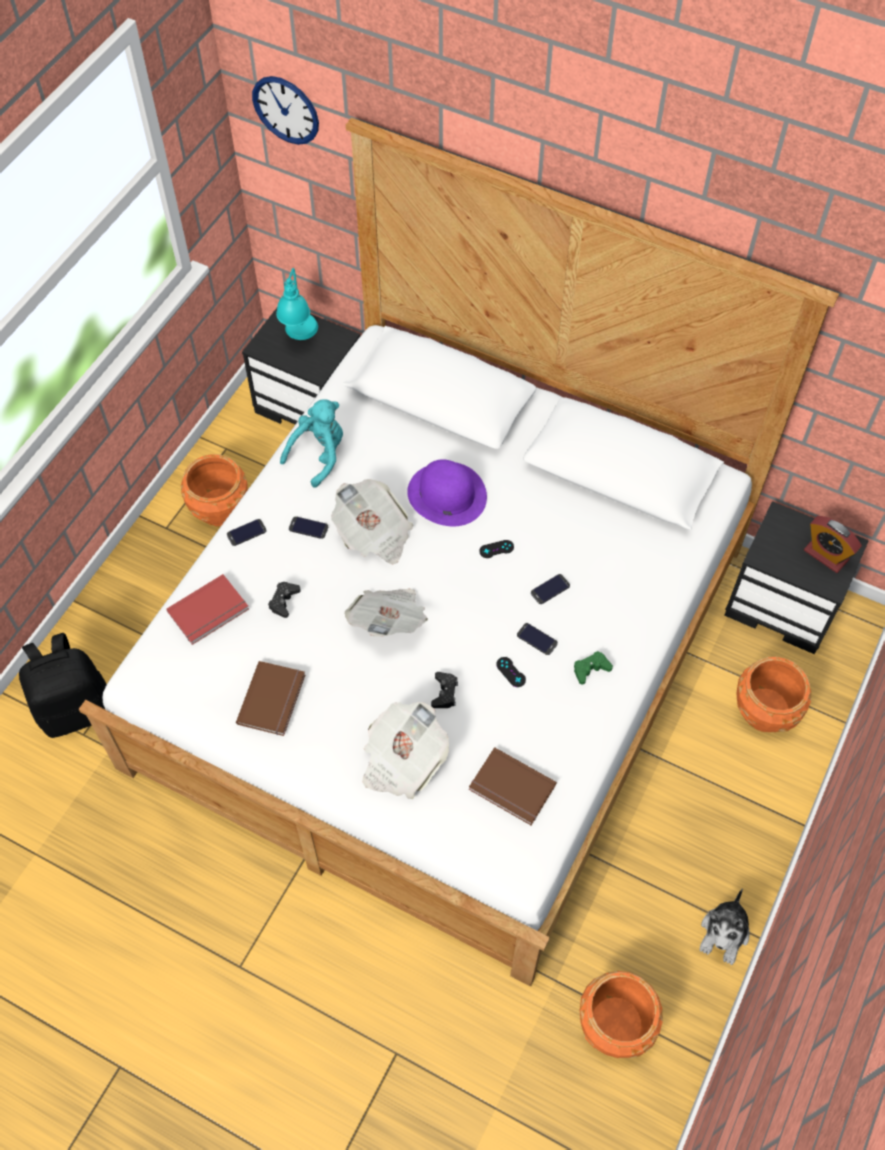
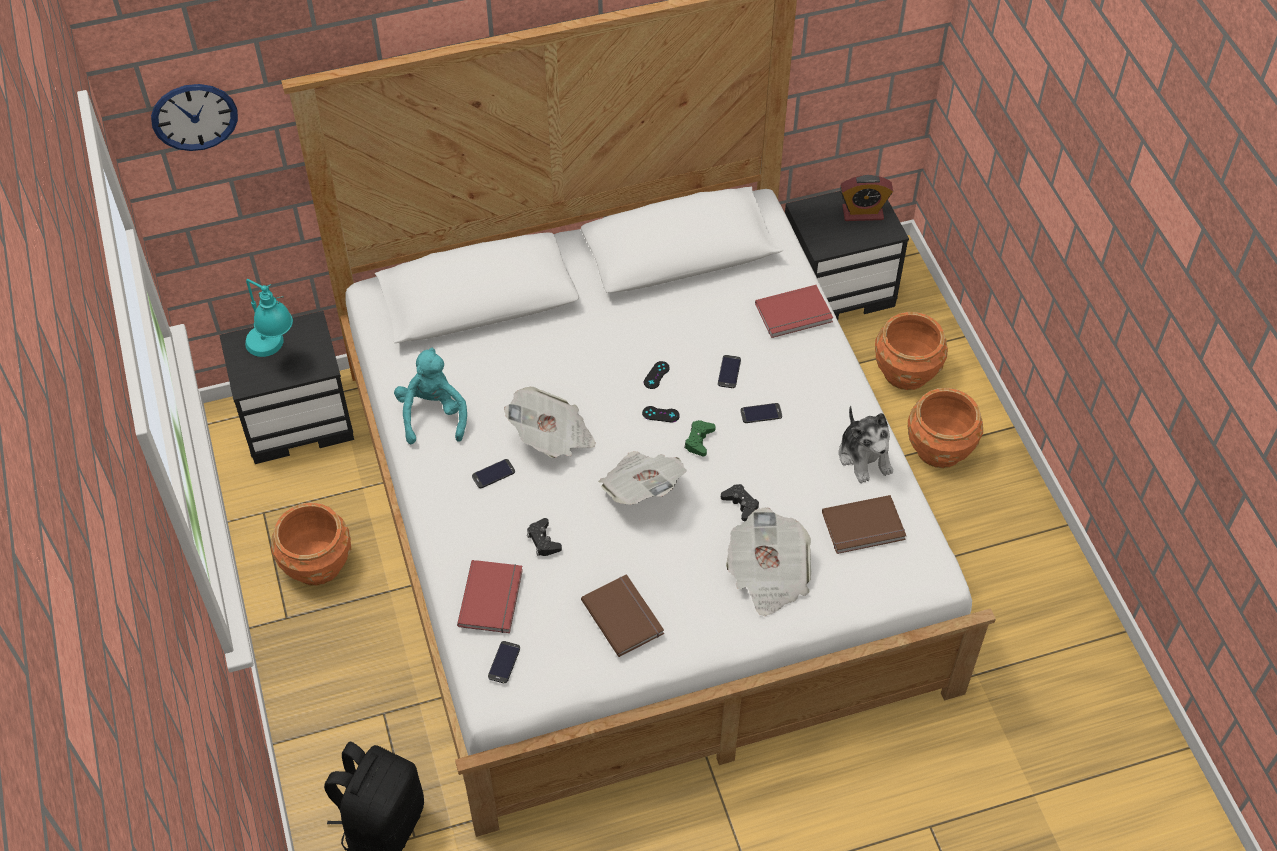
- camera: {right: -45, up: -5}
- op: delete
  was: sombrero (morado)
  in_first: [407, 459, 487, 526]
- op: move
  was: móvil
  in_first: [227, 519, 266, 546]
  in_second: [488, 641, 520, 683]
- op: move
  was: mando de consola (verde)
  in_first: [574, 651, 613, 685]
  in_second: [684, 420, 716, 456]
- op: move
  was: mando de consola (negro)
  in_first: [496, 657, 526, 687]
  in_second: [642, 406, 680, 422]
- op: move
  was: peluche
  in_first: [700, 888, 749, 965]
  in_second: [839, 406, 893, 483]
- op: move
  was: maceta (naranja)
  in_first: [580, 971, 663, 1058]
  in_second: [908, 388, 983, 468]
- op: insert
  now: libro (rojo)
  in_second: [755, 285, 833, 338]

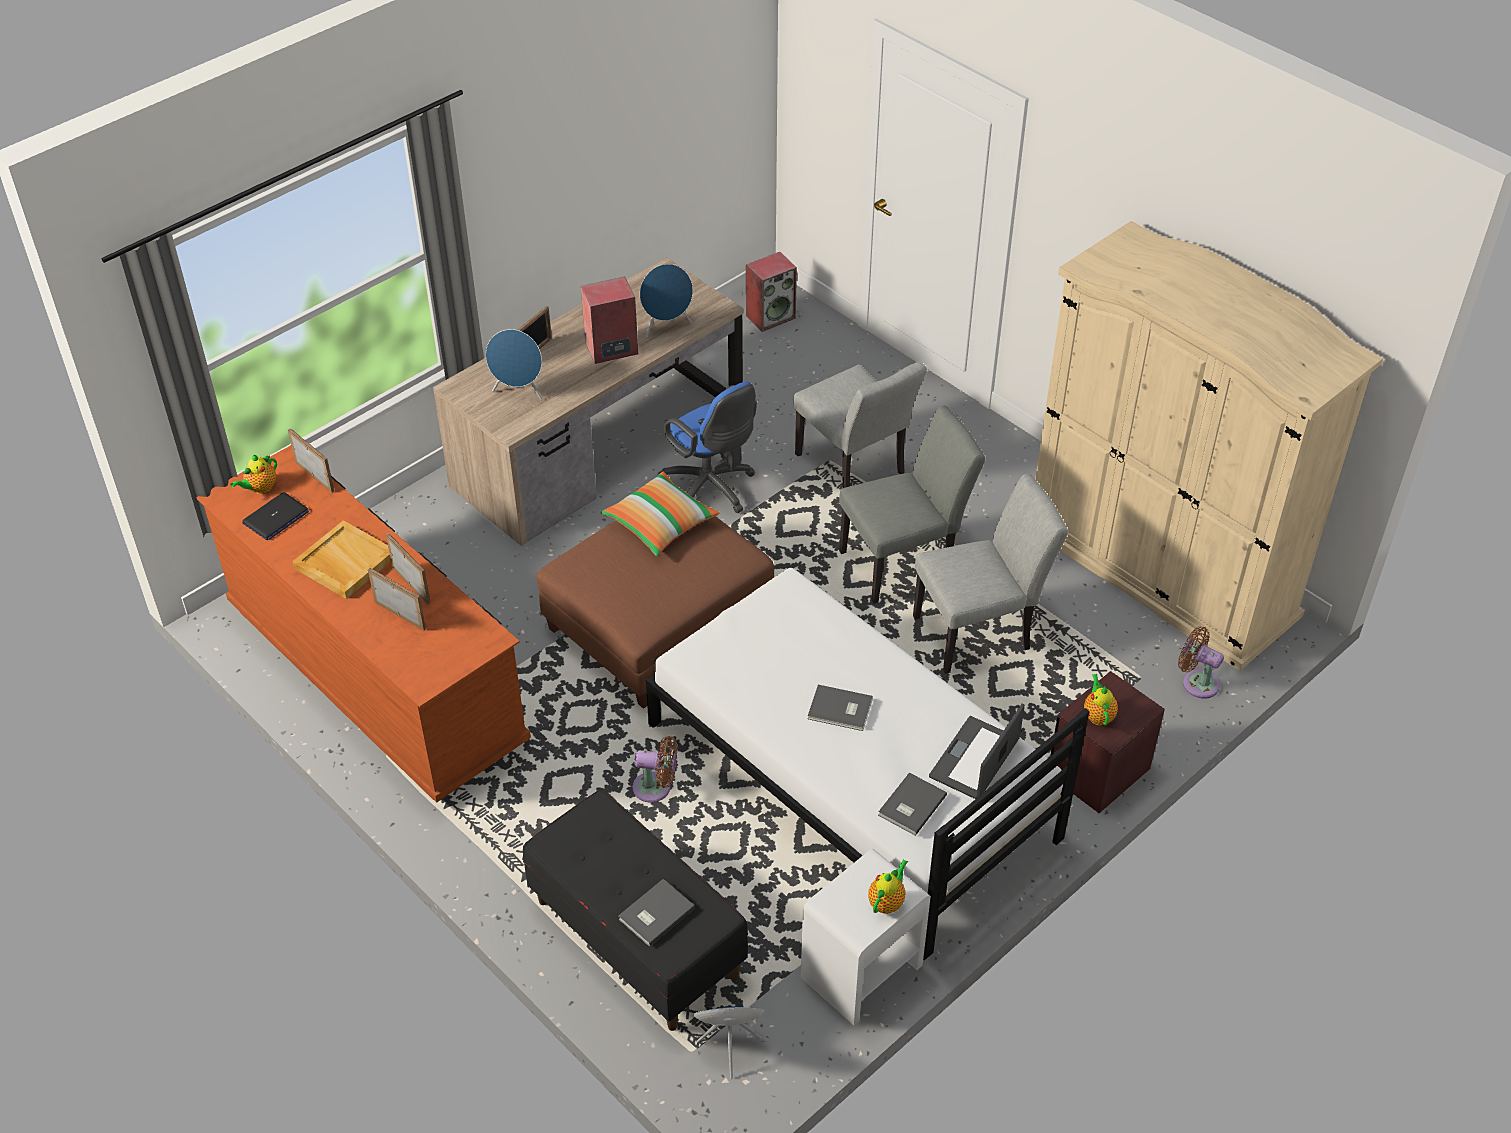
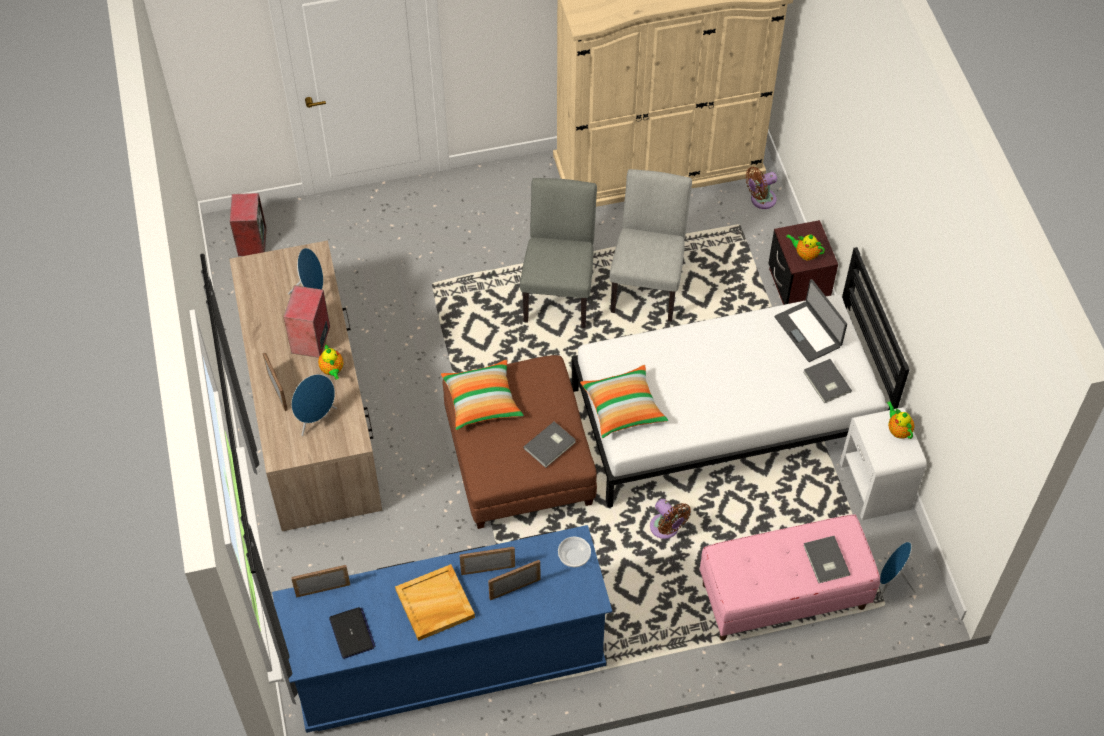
- camera: {right: -60, up: 10}
- op: delete
  was: silla (gris)
  in_first: [794, 362, 927, 488]
- op: delete
  was: silla de oficina (azul)
  in_first: [658, 382, 757, 513]
- op: recolor
  was: cómoda (marrón)
  now: cómoda (azul)
  in_first: [196, 445, 531, 803]
  in_second: [272, 525, 612, 733]
- op: move
  was: tetera
  in_first: [230, 455, 277, 494]
  in_second: [318, 345, 344, 379]
- op: move
  was: libro (gris)
  in_first: [808, 685, 873, 731]
  in_second: [523, 421, 576, 468]
- op: rotate
  was: ventilador (marrón)
  in_first: [633, 736, 677, 803]
  in_second: [650, 499, 691, 539]
  clockwise: 105
- op: recolor
  was: banco (negro)
  now: banco (rosa)
  in_first: [523, 790, 748, 1031]
  in_second: [700, 514, 880, 641]
- op: insert
  now: cojín
  in_second: [580, 365, 668, 438]
- op: insert
  now: cuenco
  in_second: [558, 537, 591, 567]

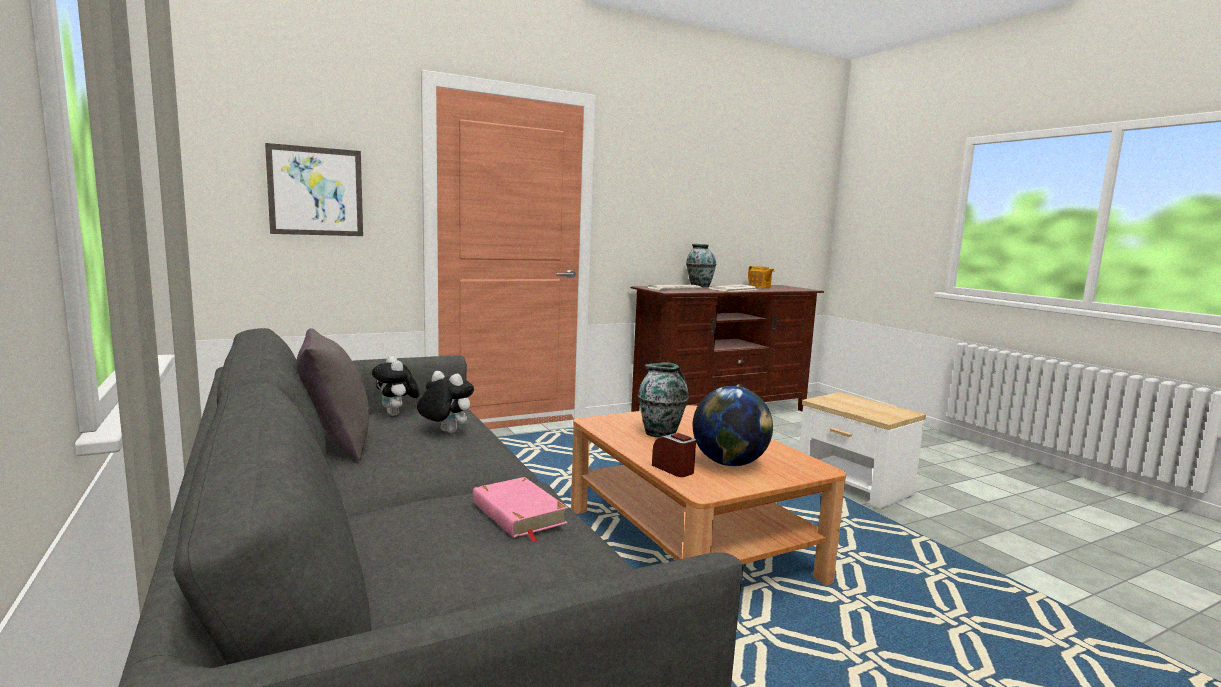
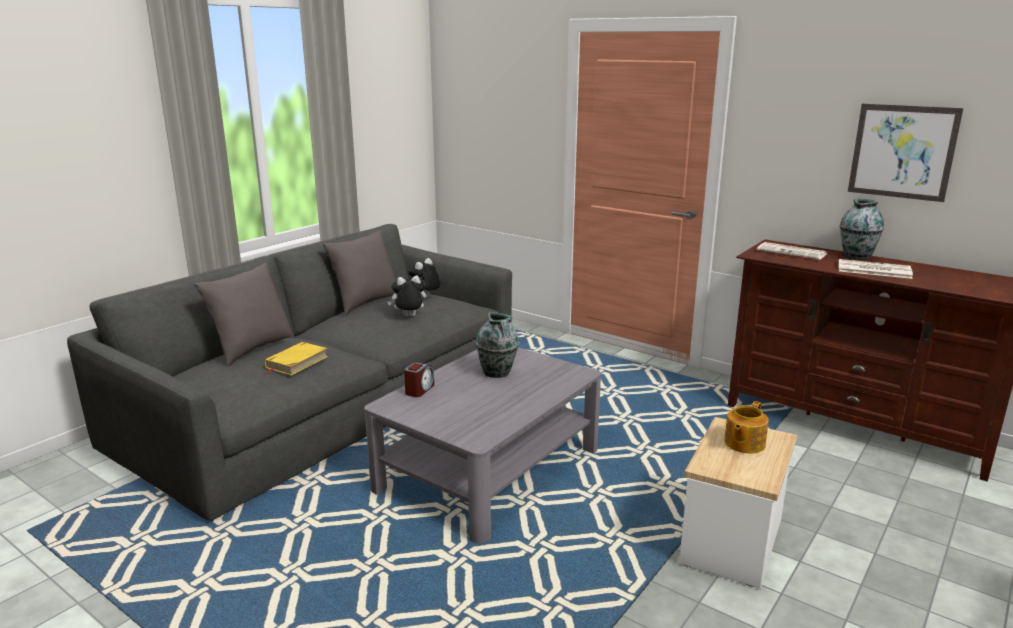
- camera: {right: 65, up: 10}
- op: move
  was: cuadro
  in_first: [265, 143, 363, 236]
  in_second: [848, 104, 963, 202]
- op: move
  was: tetera
  in_first: [748, 266, 774, 288]
  in_second: [724, 401, 769, 453]
- op: rotate
  was: peluche
  in_first: [417, 371, 474, 433]
  in_second: [388, 276, 426, 317]
  clockwise: -105
- op: delete
  was: globo terráqueo
  in_first: [693, 386, 773, 466]
- op: recolor
  was: mesa de centro (marrón)
  now: mesa de centro (gris)
  in_first: [571, 405, 846, 586]
  in_second: [364, 347, 601, 544]
- op: recolor
  was: libro (rosa)
  now: libro (amarillo)
  in_first: [472, 477, 568, 542]
  in_second: [265, 342, 328, 375]
- op: insert
  now: cojín (gris)
  in_second: [194, 263, 294, 366]

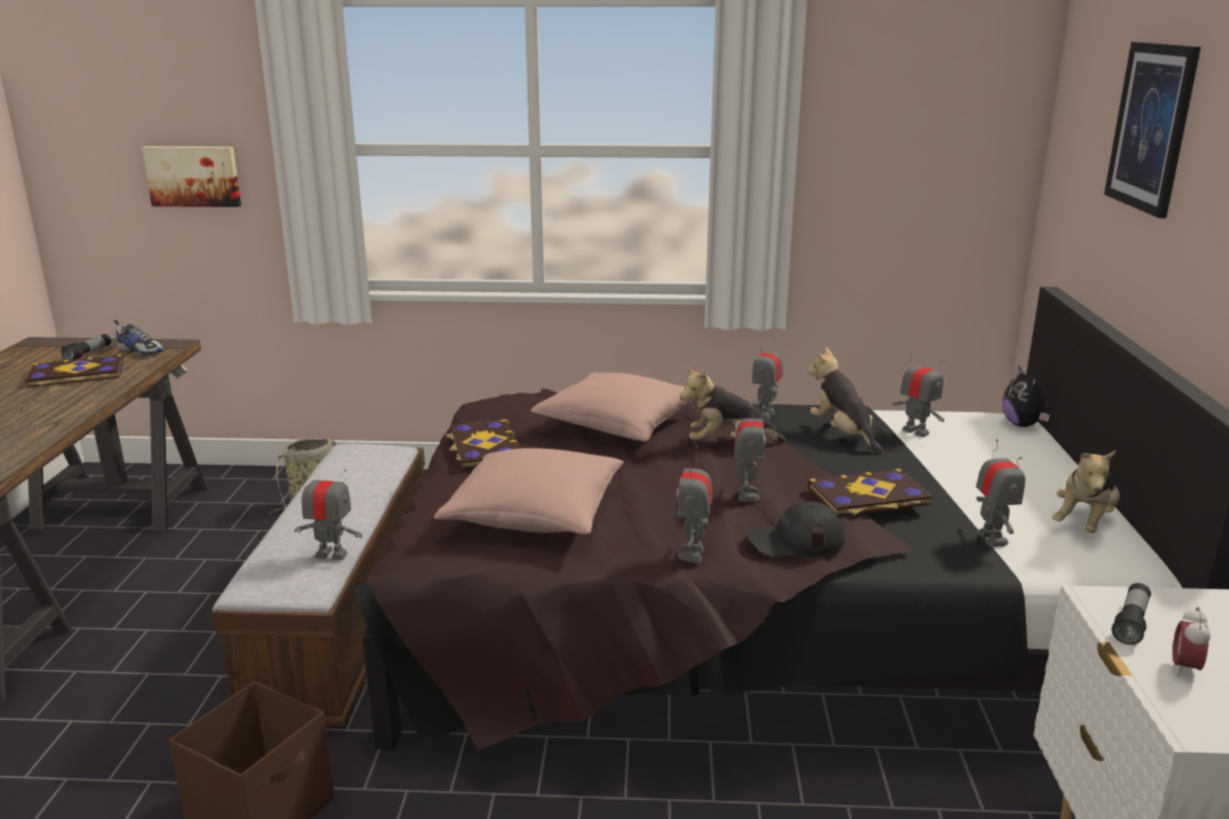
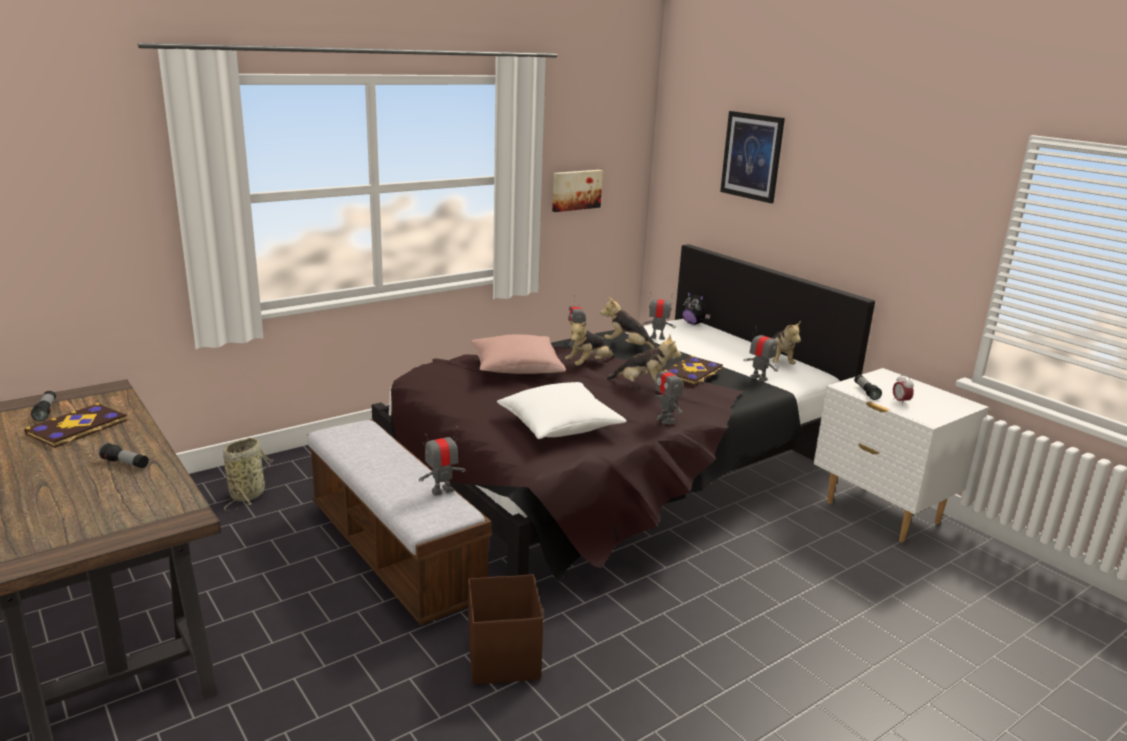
- camera: {right: -40, up: 0}
- op: move
  was: cuadro
  in_first: [142, 146, 241, 207]
  in_second: [552, 170, 603, 212]
- op: delete
  was: zapato
  in_first: [114, 320, 164, 356]
- op: replace
  was: robot de juguete
  now: peluche
  in_first: [734, 400, 766, 501]
  in_second: [606, 335, 681, 383]
- op: delete
  was: libro
  in_first: [446, 419, 519, 469]
- op: recolor
  was: cojín (rosa)
  now: cojín (blanco)
  in_first: [434, 448, 624, 534]
  in_second: [497, 382, 627, 439]
- op: delete
  was: gorra (negro)
  in_first: [747, 501, 845, 557]
- op: insert
  now: linterna
  in_second: [99, 443, 149, 468]

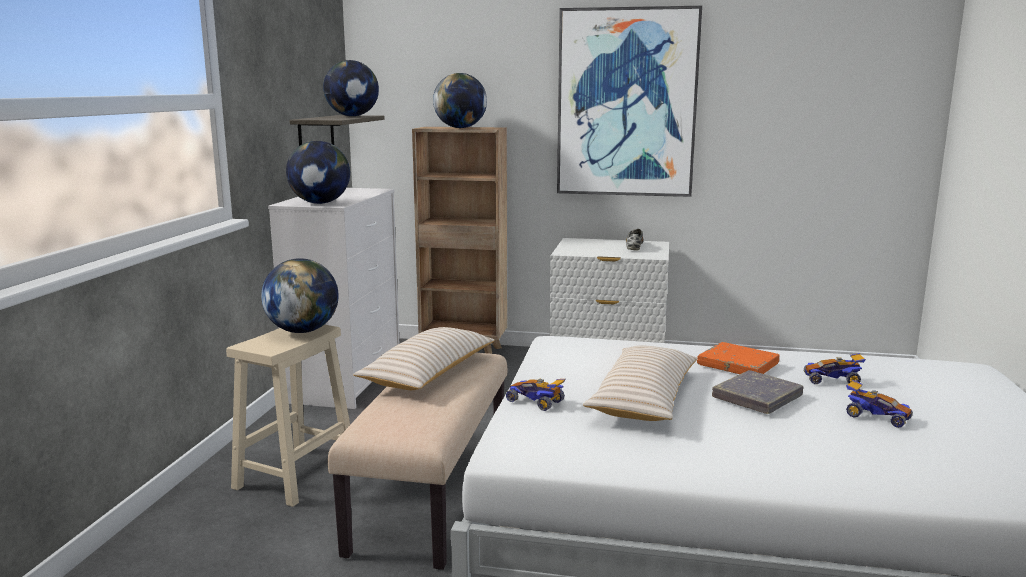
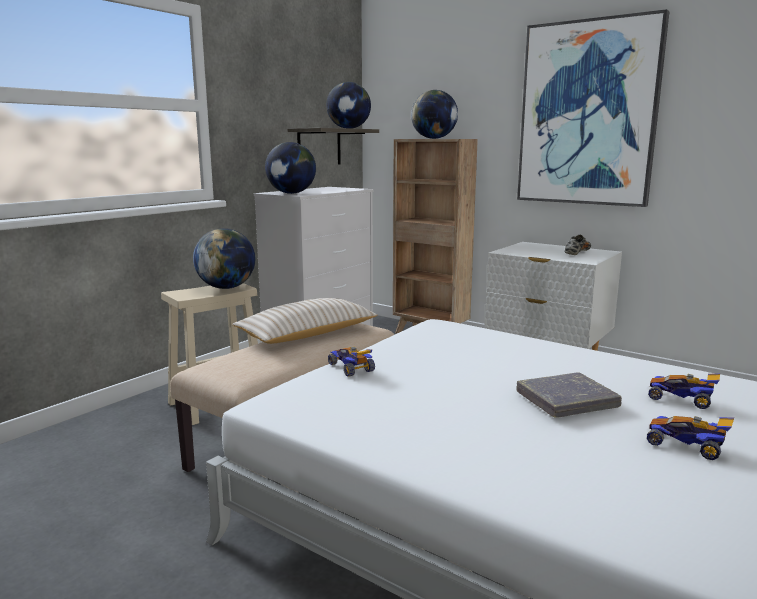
- camera: {right: 25, up: 0}
- op: delete
  was: libro (naranja)
  in_first: [697, 342, 779, 374]
- op: delete
  was: cojín (beis)
  in_first: [583, 345, 697, 421]
- op: rotate
  was: coche de juguete
  in_first: [846, 380, 913, 428]
  in_second: [647, 416, 734, 460]
  clockwise: 150

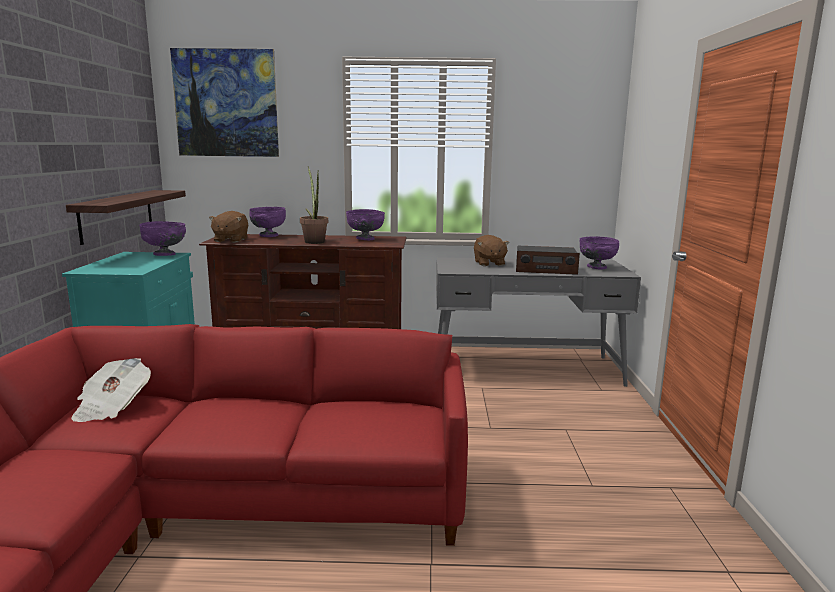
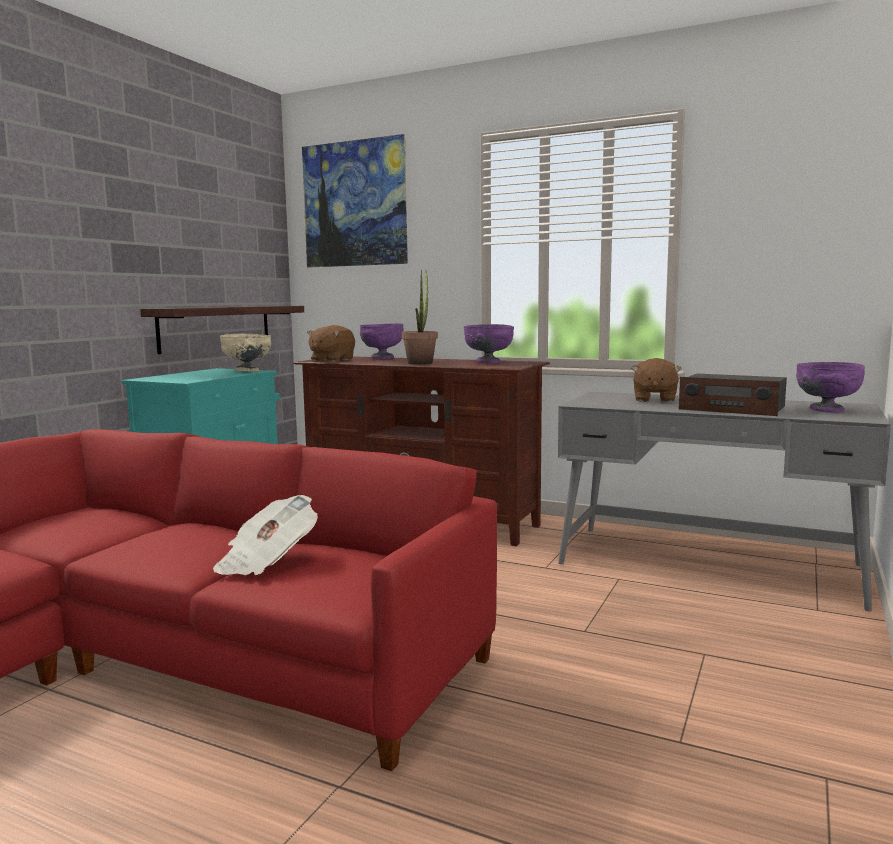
- camera: {right: 25, up: -5}
- op: recolor
  was: cuenco (morado)
  now: cuenco (beis)
  in_first: [139, 221, 186, 256]
  in_second: [220, 334, 271, 371]
- op: move
  was: periódico
  in_first: [71, 358, 151, 422]
  in_second: [213, 495, 318, 575]

